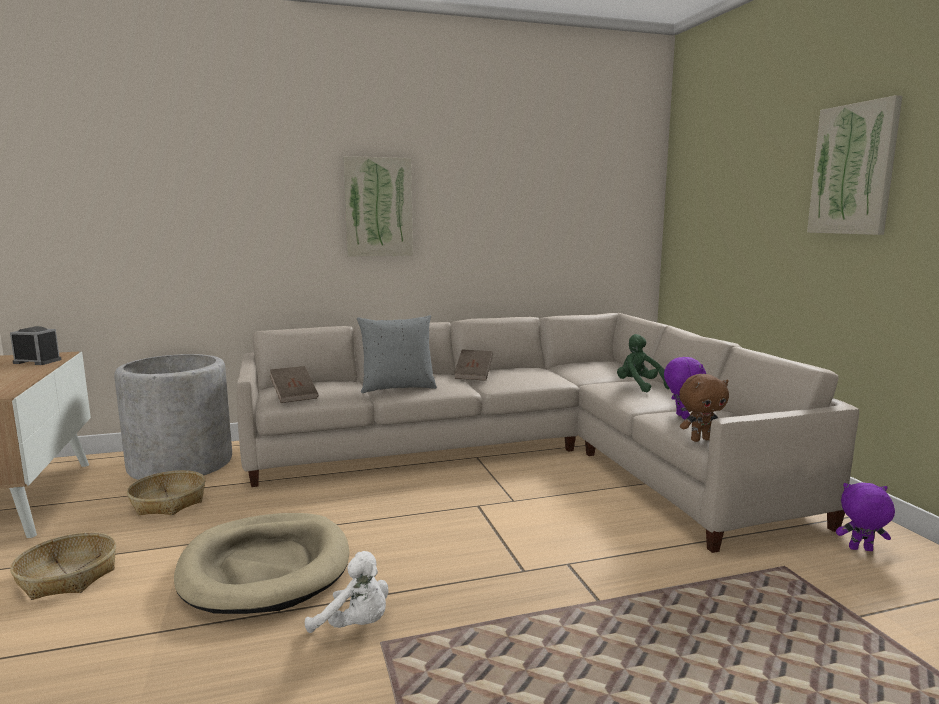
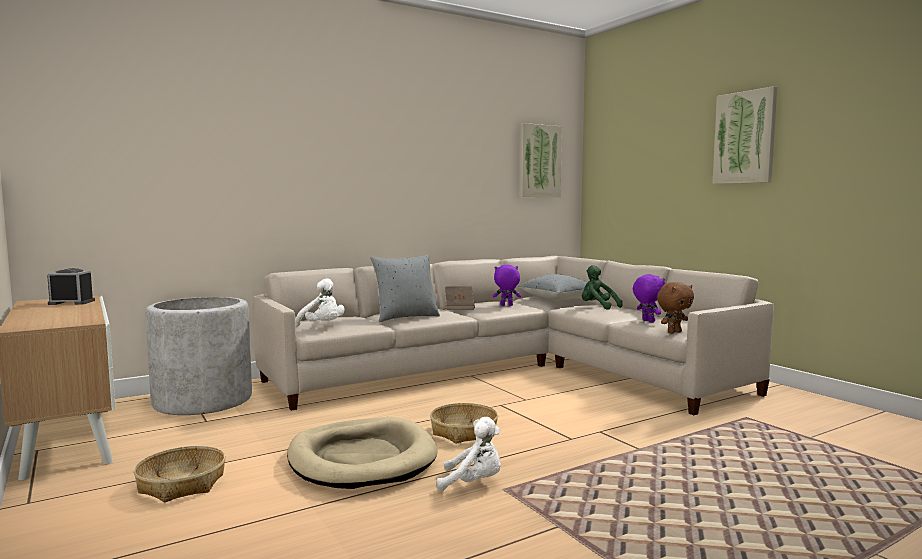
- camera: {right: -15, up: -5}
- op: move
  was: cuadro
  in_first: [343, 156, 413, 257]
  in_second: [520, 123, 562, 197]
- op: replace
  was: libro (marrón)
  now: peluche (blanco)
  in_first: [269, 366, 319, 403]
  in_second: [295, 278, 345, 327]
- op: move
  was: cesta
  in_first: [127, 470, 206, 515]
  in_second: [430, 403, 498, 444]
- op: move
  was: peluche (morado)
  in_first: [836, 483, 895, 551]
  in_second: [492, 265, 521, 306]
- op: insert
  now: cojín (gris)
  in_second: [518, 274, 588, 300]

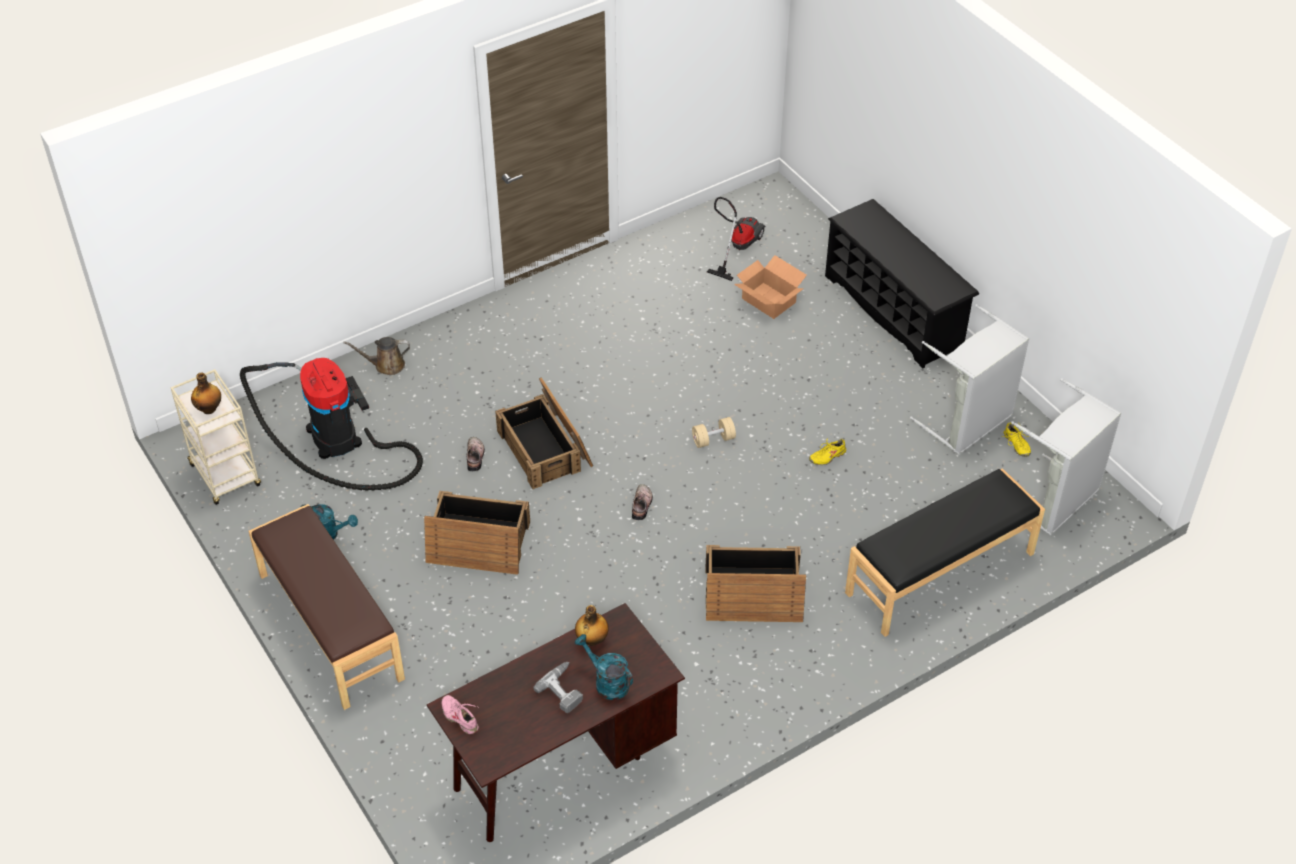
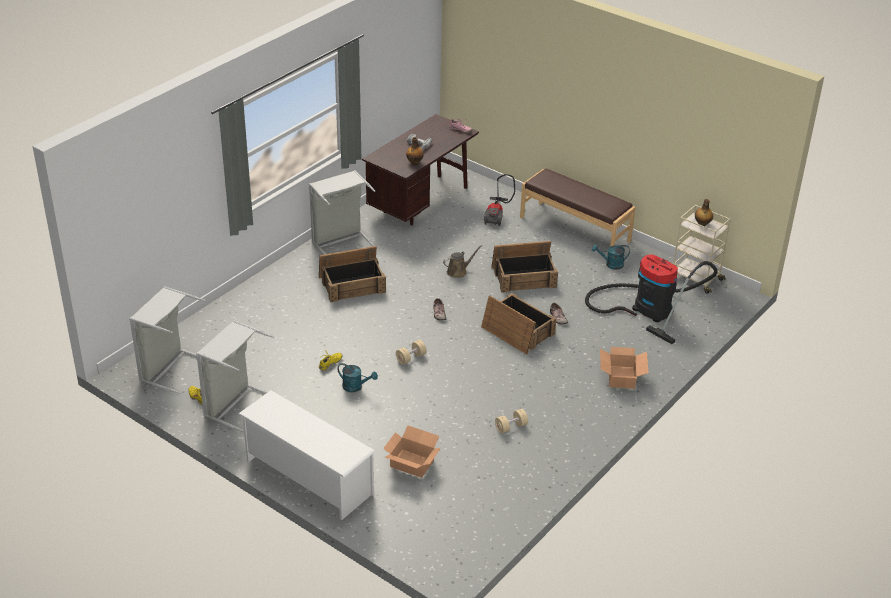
- camera: {right: 160, up: -10}
- op: move
  was: aspiradora
  in_first: [707, 197, 766, 281]
  in_second: [484, 174, 515, 226]
- op: recolor
  was: zapatero (negro)
  now: zapatero (blanco)
  in_first: [825, 199, 979, 368]
  in_second: [238, 390, 376, 520]
- op: move
  was: regadera (marrón)
  in_first: [343, 337, 410, 375]
  in_second: [443, 245, 483, 278]
- op: delete
  was: banco (negro)
  in_first: [845, 468, 1045, 637]
- op: move
  was: regadera (turquesa)
  in_first: [575, 634, 633, 700]
  in_second: [337, 363, 378, 392]
- op: insert
  now: cesto de la ropa (gris)
  in_second: [309, 170, 375, 255]
- op: insert
  now: caja de cartón
  in_second: [600, 347, 649, 389]
- op: insert
  now: mancuerna (beis)
  in_second: [495, 409, 528, 434]

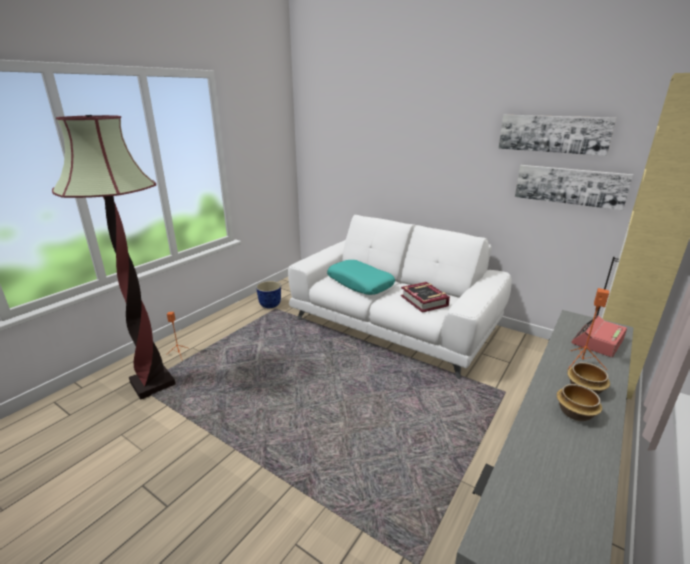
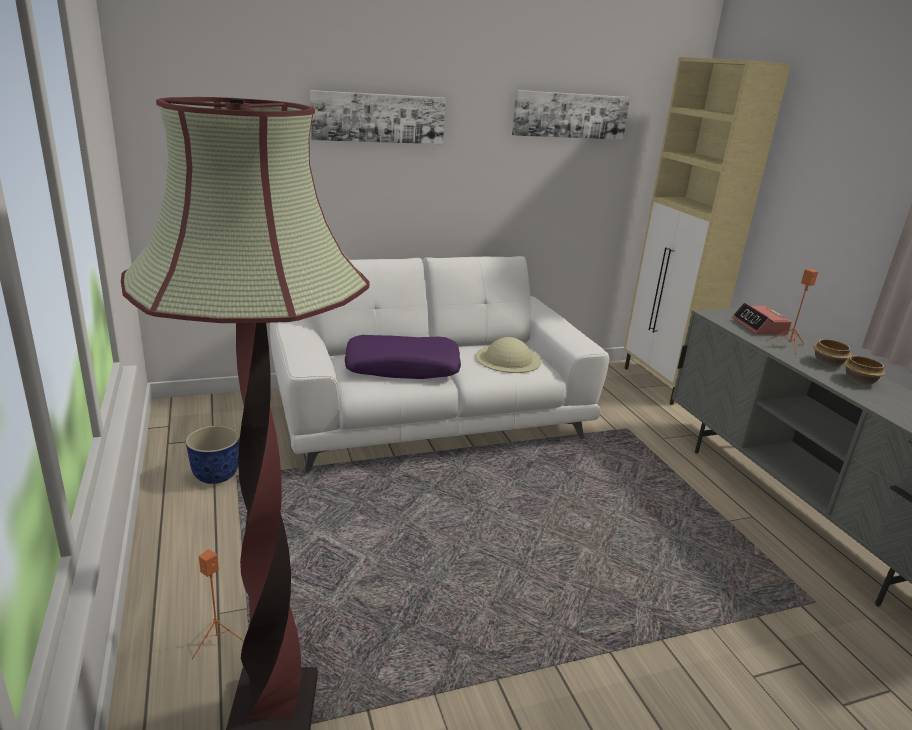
- camera: {right: -55, up: 0}
- op: move
  was: cuadro
  in_first: [515, 165, 633, 210]
  in_second: [310, 90, 446, 144]
- op: recolor
  was: cojín (turquesa)
  now: cojín (morado)
  in_first: [327, 260, 395, 295]
  in_second: [345, 335, 461, 379]
- op: replace
  was: libro
  now: sombrero (beis)
  in_first: [401, 282, 450, 313]
  in_second: [476, 337, 542, 373]

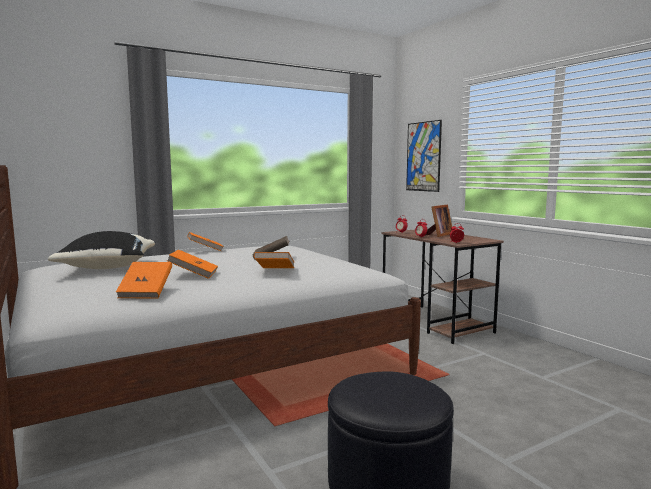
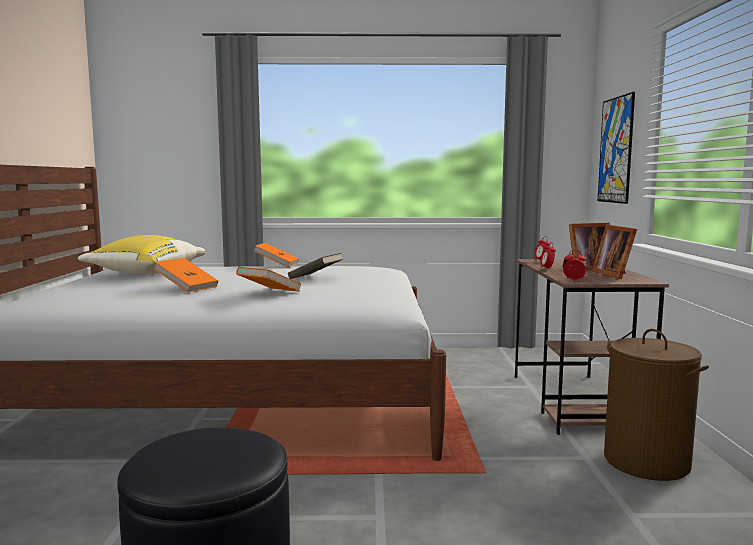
- camera: {right: 30, up: 0}
- op: recolor
  was: cojín (negro)
  now: cojín (amarillo)
  in_first: [48, 231, 155, 269]
  in_second: [78, 235, 206, 274]
- op: delete
  was: libro (naranja)
  in_first: [116, 262, 172, 299]
- op: insert
  now: portarretratos
  in_second: [592, 225, 637, 279]
- op: insert
  now: cesto de la ropa (marrón)
  in_second: [604, 329, 709, 481]

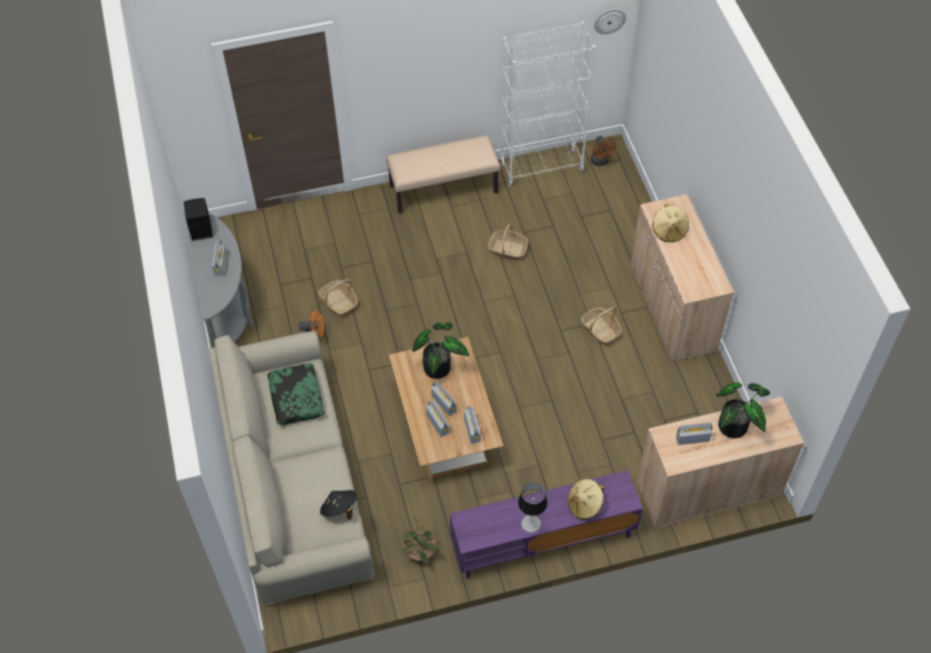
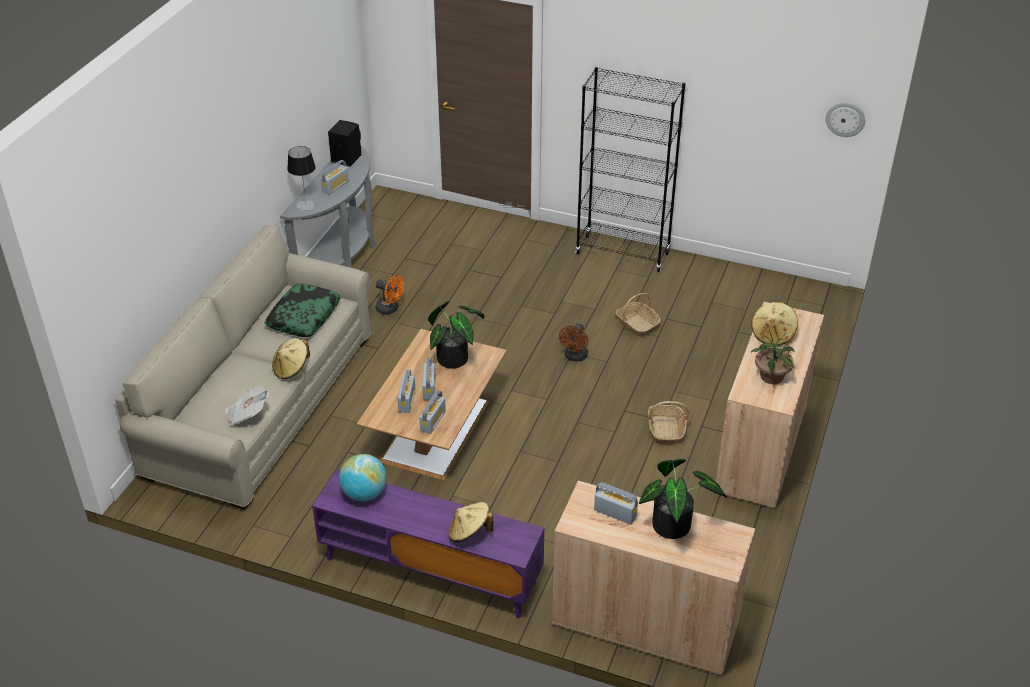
- camera: {right: 35, up: -15}
- op: delete
  was: estantería (blanco)
  in_first: [500, 21, 595, 186]
- op: replace
  was: banco (beis)
  now: estantería (negro)
  in_first: [386, 135, 500, 213]
  in_second: [575, 67, 686, 272]
- op: move
  was: ventilador (marrón)
  in_first: [591, 136, 616, 166]
  in_second: [559, 323, 588, 361]
- op: delete
  was: cesta
  in_first: [319, 279, 358, 316]
- op: move
  was: lámpara de mesa
  in_first: [518, 483, 548, 532]
  in_second: [287, 146, 316, 211]
- op: replace
  was: sombrero (negro)
  now: periódico
  in_first: [320, 490, 357, 520]
  in_second: [225, 385, 269, 425]
- op: move
  was: planta en maceta
  in_first: [402, 517, 440, 565]
  in_second: [751, 324, 795, 384]
- op: insert
  now: sombrero (beis)
  in_second: [272, 338, 310, 380]
- op: insert
  now: globo terráqueo
  in_second: [339, 454, 387, 501]

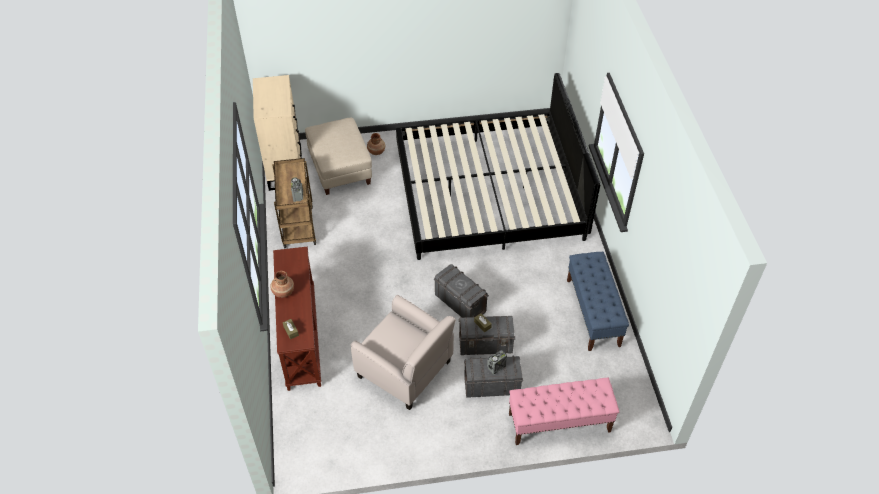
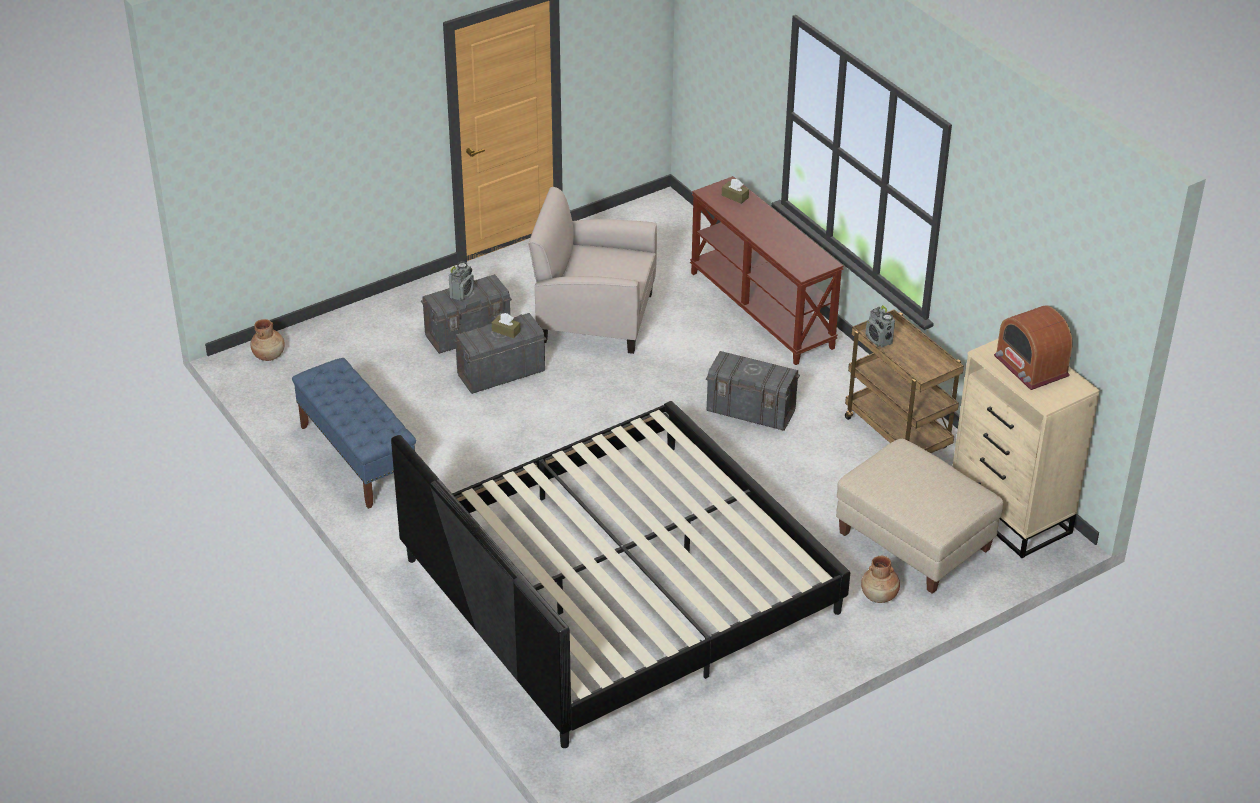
- camera: {right: 155, up: -10}
- op: move
  was: caja de almacenaje (gris)
  in_first: [433, 264, 489, 318]
  in_second: [706, 351, 800, 431]
- op: move
  was: florero (marrón)
  in_first: [270, 271, 294, 298]
  in_second: [251, 319, 285, 361]
- op: delete
  was: banco (rosa)
  in_first: [509, 378, 619, 445]
- op: insert
  now: radio
  in_second: [994, 305, 1073, 390]

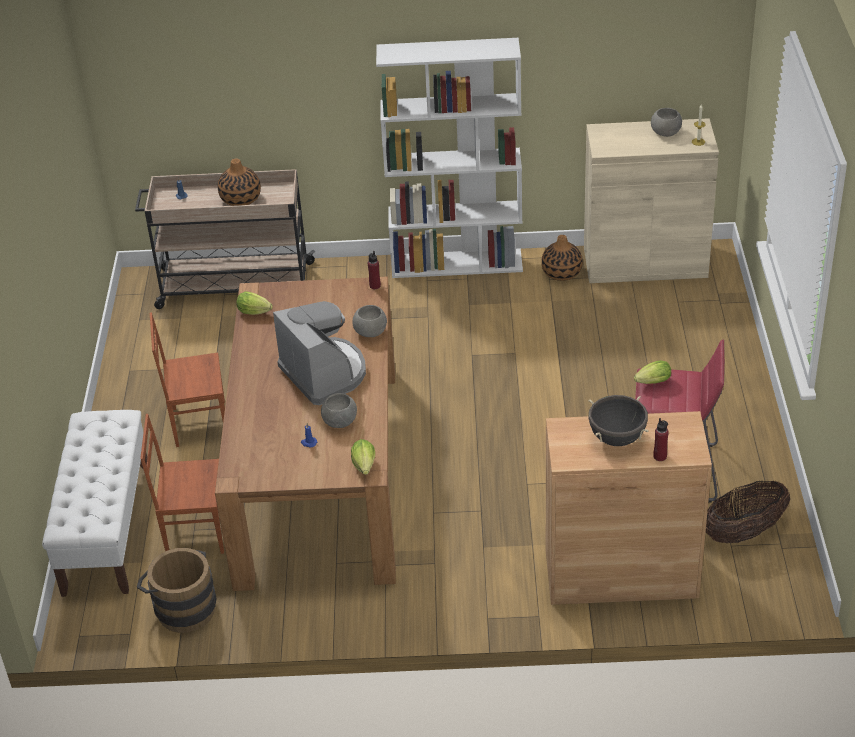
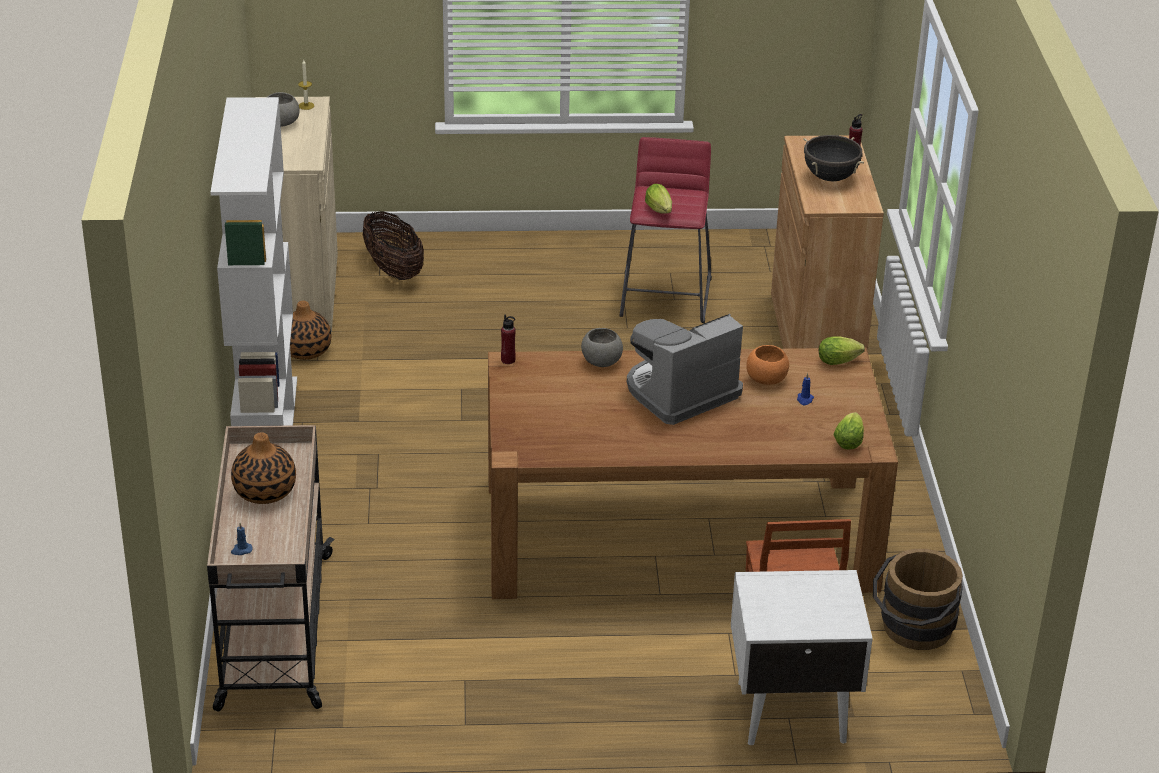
- camera: {right: -95, up: -5}
- op: move
  was: lechuga
  in_first: [237, 292, 273, 315]
  in_second: [833, 412, 864, 450]
- op: delete
  was: silla (marrón)
  in_first: [150, 312, 225, 447]
- op: recolor
  was: cuenco (gris)
  now: cuenco (naranja)
  in_first: [321, 393, 357, 428]
  in_second: [746, 345, 789, 385]
- op: replace
  was: banco (blanco)
  now: mesita de noche (blanco)
  in_first: [42, 410, 147, 597]
  in_second: [731, 570, 873, 745]
- op: move
  was: cesta
  in_first: [706, 480, 790, 543]
  in_second: [363, 211, 424, 280]

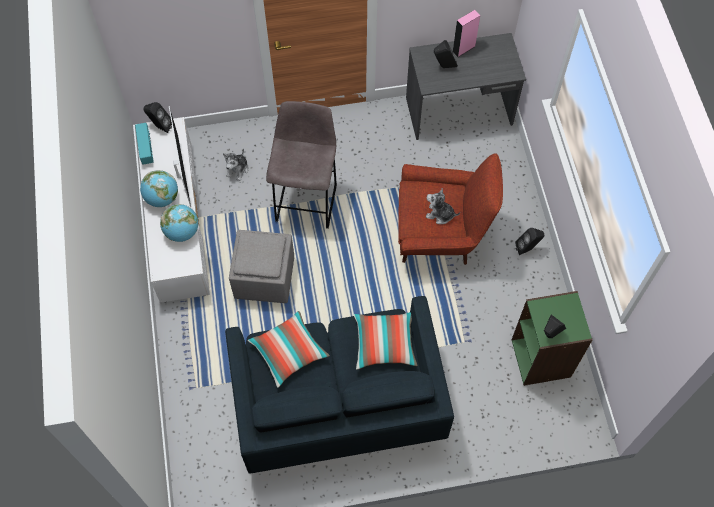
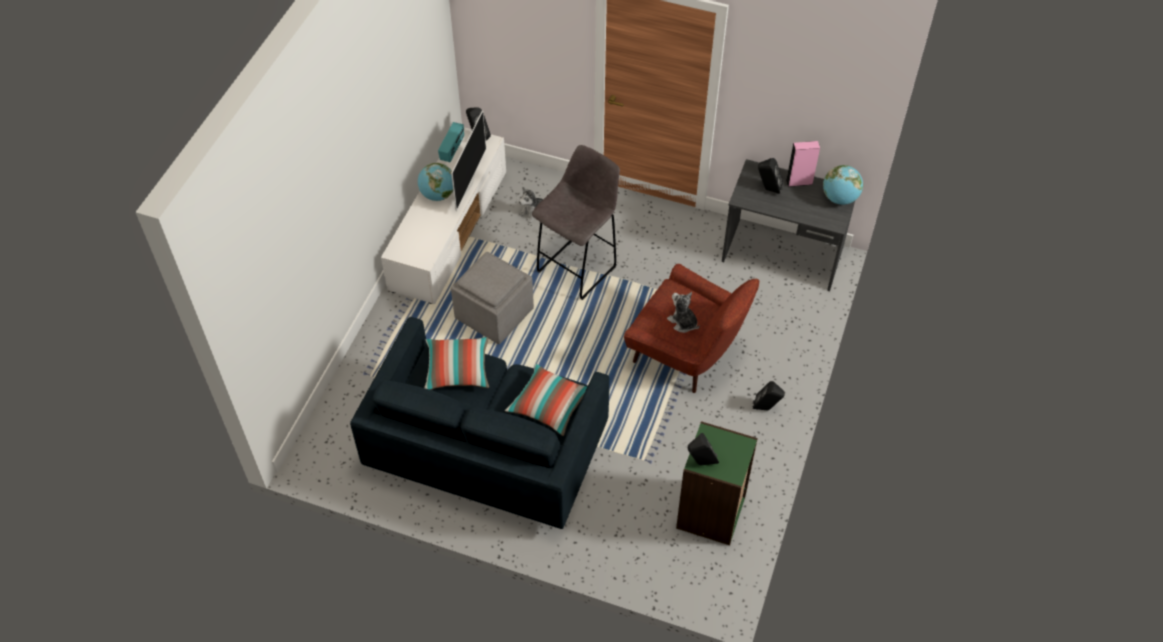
- camera: {right: 30, up: -10}
- op: move
  was: globo terráqueo
  in_first: [160, 204, 199, 242]
  in_second: [823, 165, 863, 205]

